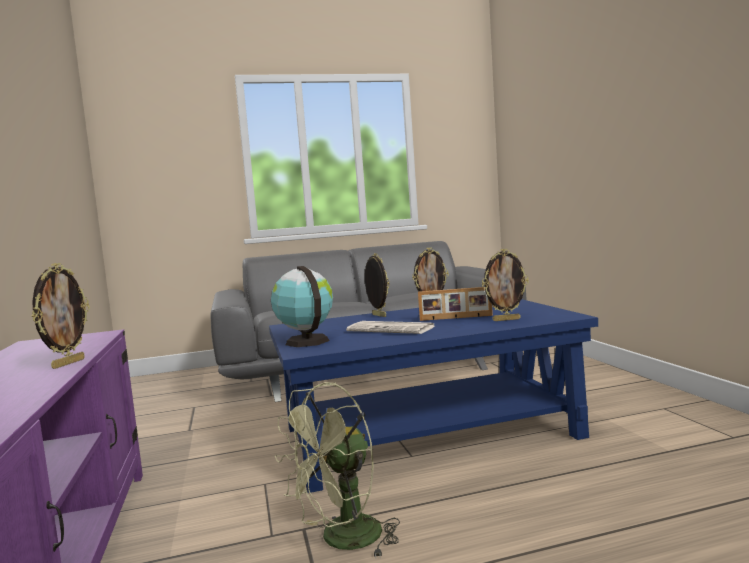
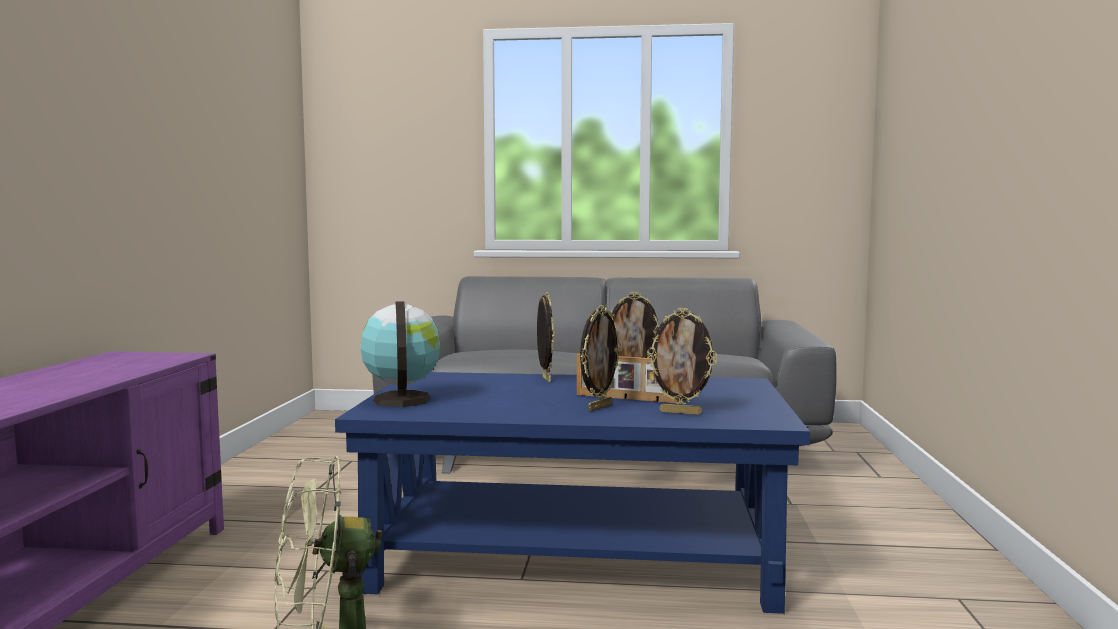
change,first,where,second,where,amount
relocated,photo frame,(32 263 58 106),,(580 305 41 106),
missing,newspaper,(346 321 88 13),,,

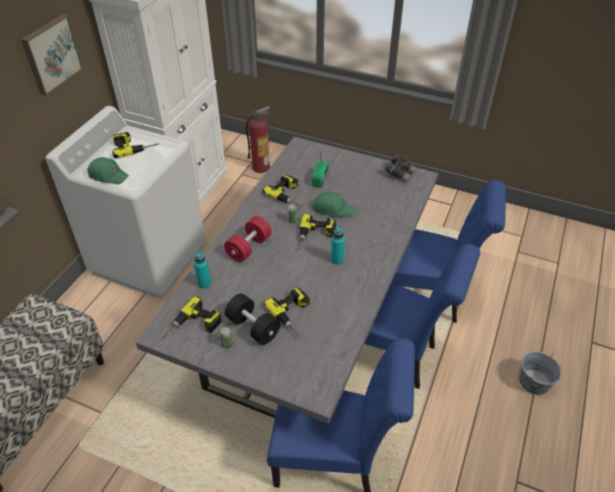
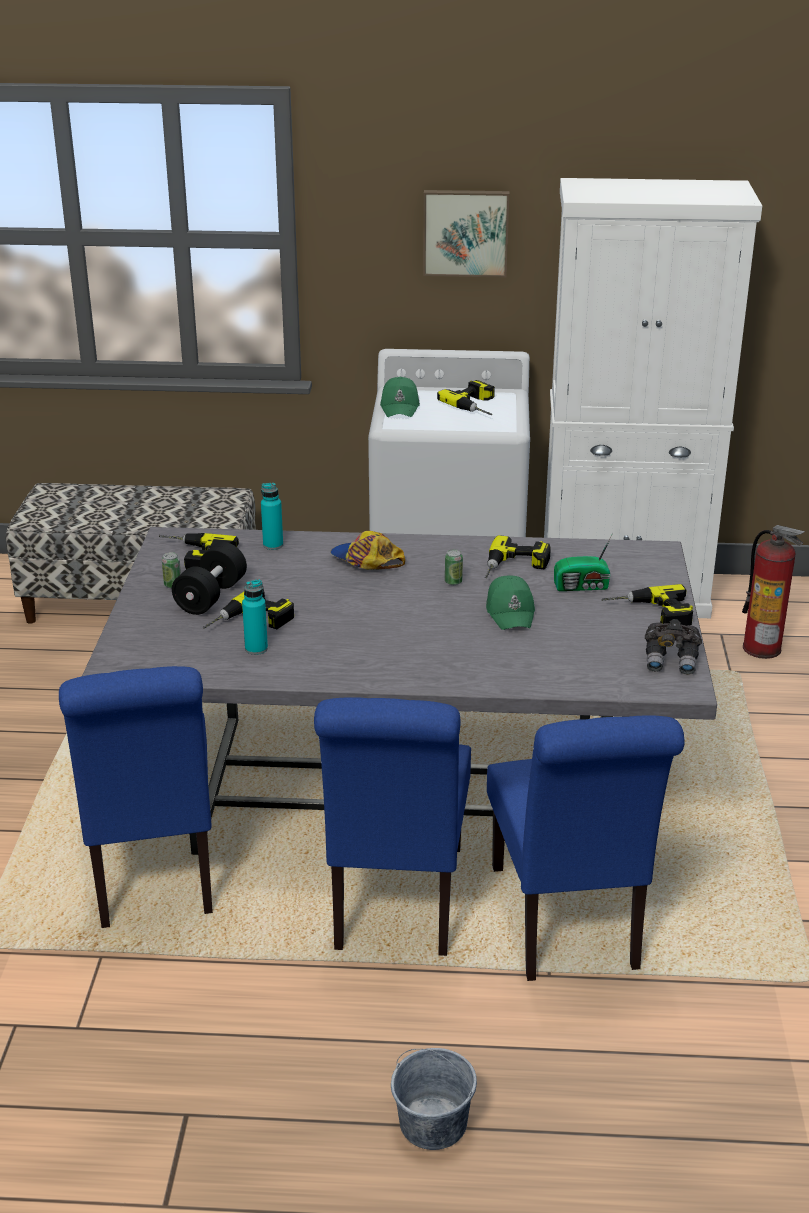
change,first,where,second,where,amount
exchanged,dumbbell/red,(224 216 48 46),cap,(330 531 75 39),
relocated,power drill,(299 214 37 36),,(601 584 92 42),
relocated,bottle/turquoise-coloured,(331 226 14 39),,(242 580 26 75),

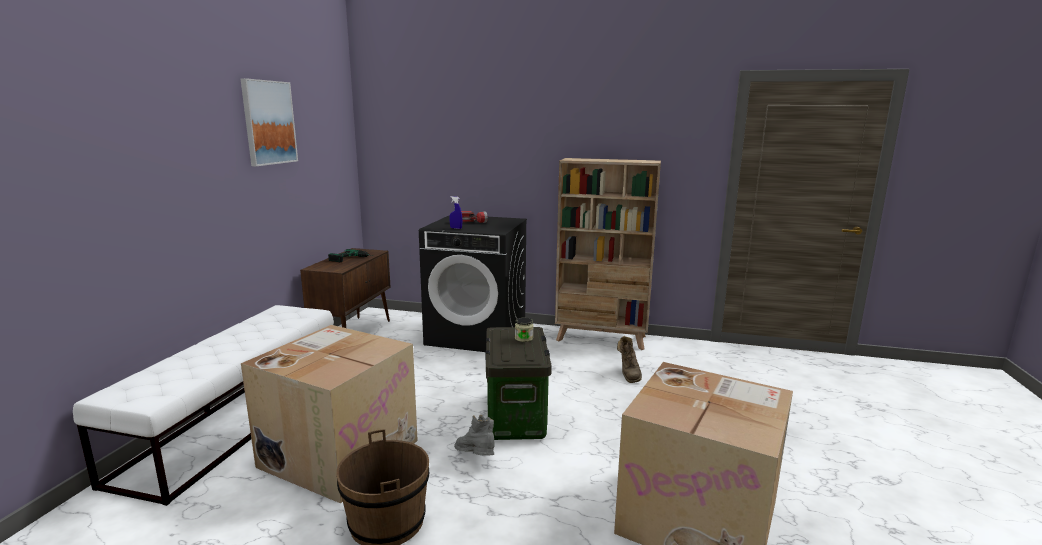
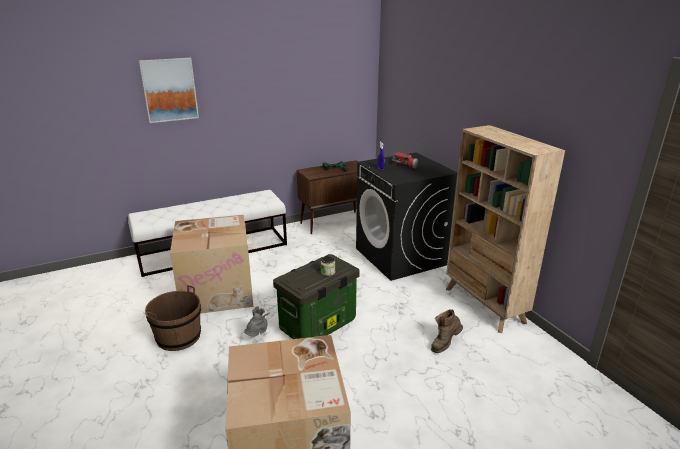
change,first,where,second,where,amount
relocated,wall picture,(240 78 58 88),,(139 58 60 65),

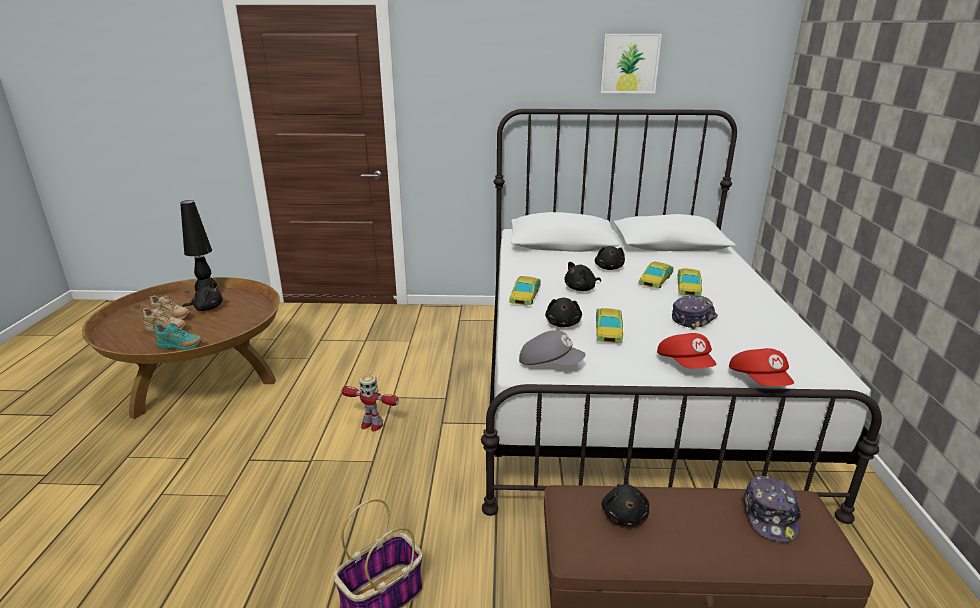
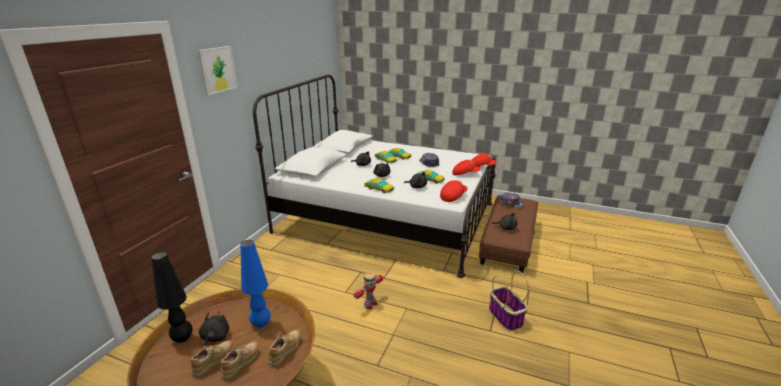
change,first,where,second,where,amount
colour,low shoe/turquoise-coloured,(153 323 49 27),low shoe/sand-coloured,(268 330 33 36),
colour,cap/gray,(519 330 67 36),cap/red,(440 180 27 22),
relocated,wall picture,(600 34 62 59),,(197 46 40 49),
appeared,,,lamp for a table/blue-coloured,(240 240 31 87),

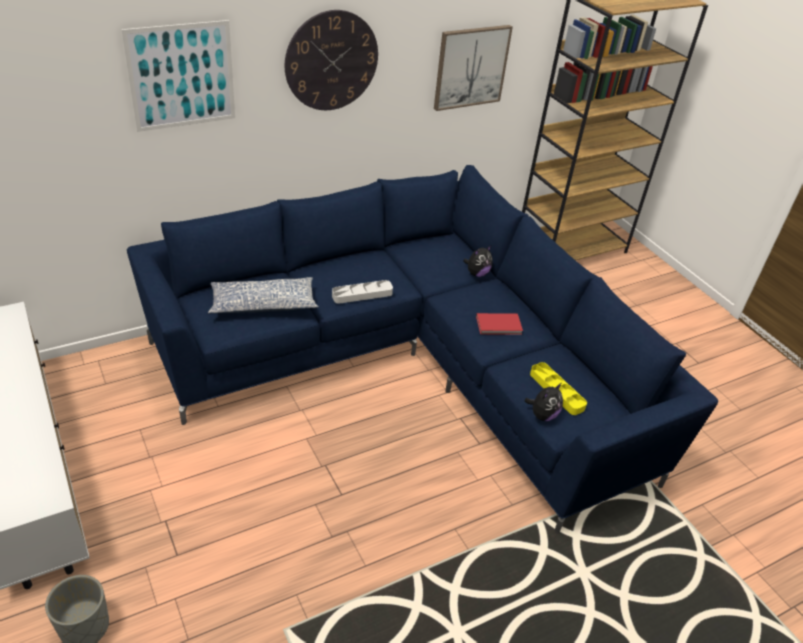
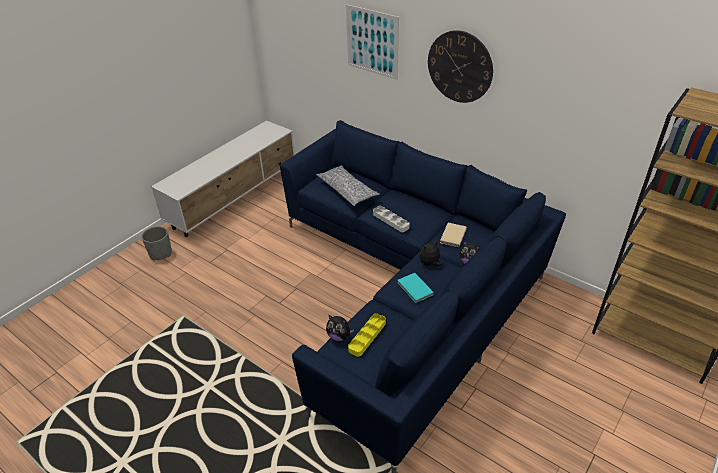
change,first,where,second,where,amount
missing,wall picture,(434 25 79 86),,,
colour,book/red,(476 313 47 22),book/turquoise-coloured,(398 273 36 30),
appeared,,,plush toy,(419 240 24 26),
appeared,,,book/sand-coloured,(440 223 27 24),

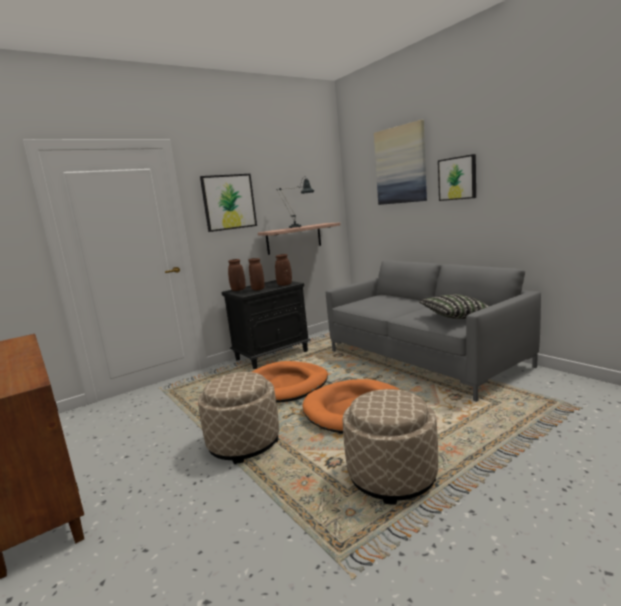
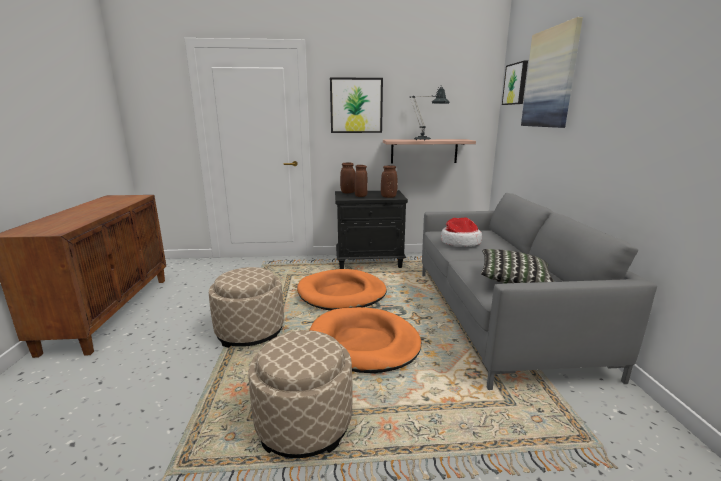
change,first,where,second,where,amount
relocated,wall picture,(438 154 38 47),,(502 61 26 44),
appeared,,,wearable hat,(441 218 41 29),

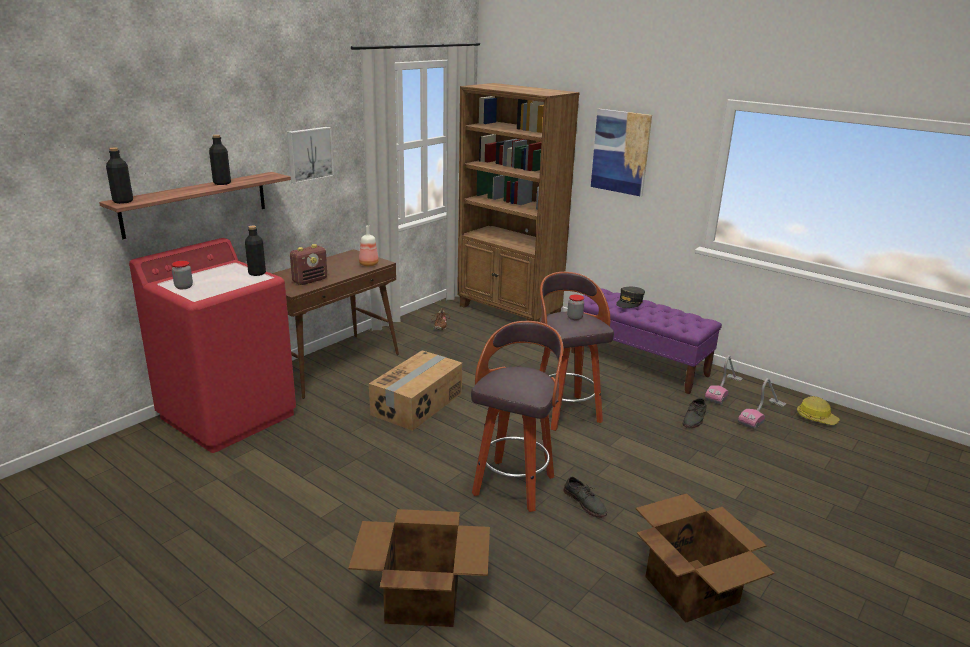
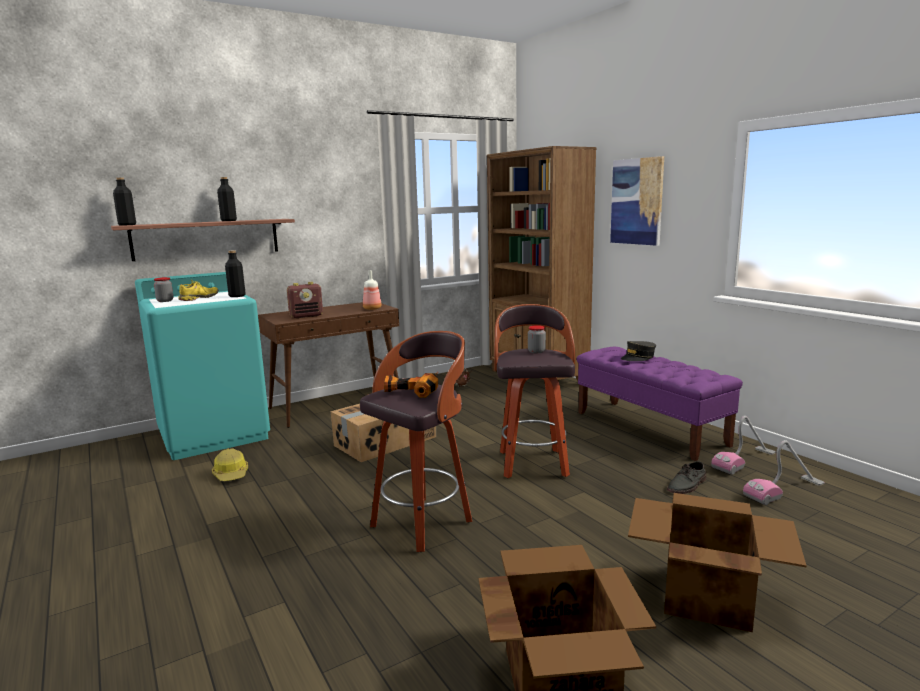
change,first,where,second,where,amount
colour,laundry machine/red,(129 238 167 215),laundry machine/turquoise-coloured,(135 272 135 188),
missing,wall picture,(287 127 47 57),,,
relocated,packing box,(349 509 141 118),,(628 493 179 139),
missing,low shoe/gray,(563 477 44 41),,,
relocated,safety helmet,(797 396 43 29),,(212 449 36 32),
appeared,,,low shoe/yellow-coloured,(178 280 41 21),
appeared,,,power drill,(384 372 54 26),

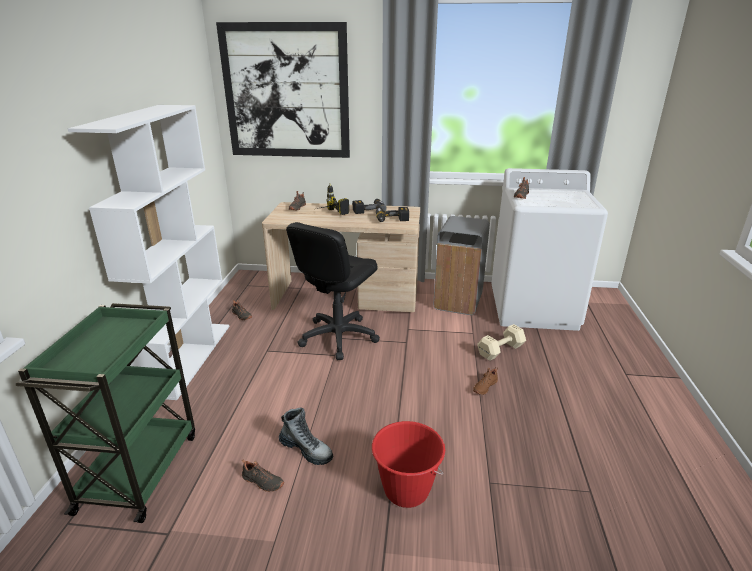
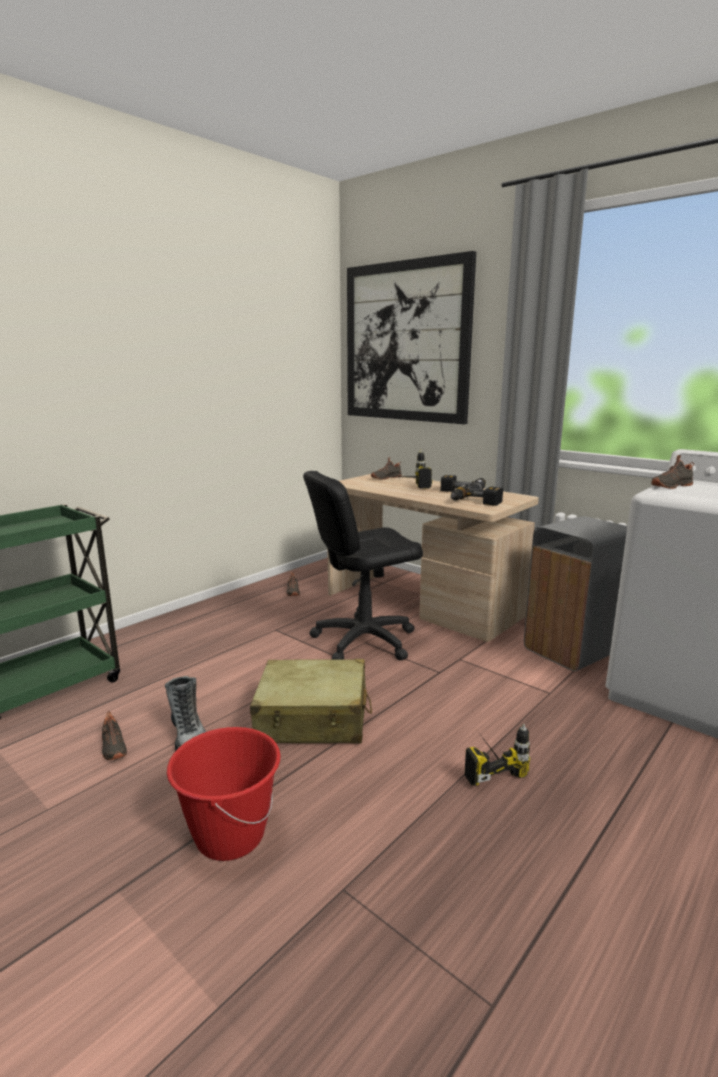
change,first,where,second,where,amount
missing,bookcase/whitish,(68 105 162 295),,,
exchanged,low shoe/brownish,(473 367 25 28),power drill,(465 724 65 62),
missing,dumbbell/sand-coloured,(477 324 49 37),,,
appeared,,,travel case/sand-coloured,(250 659 122 84),

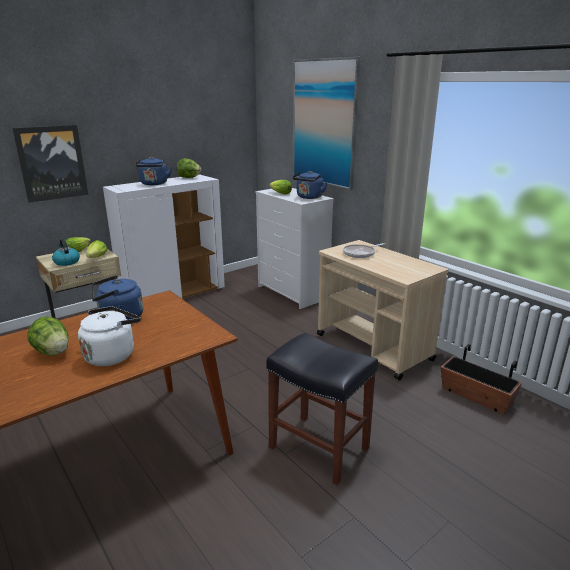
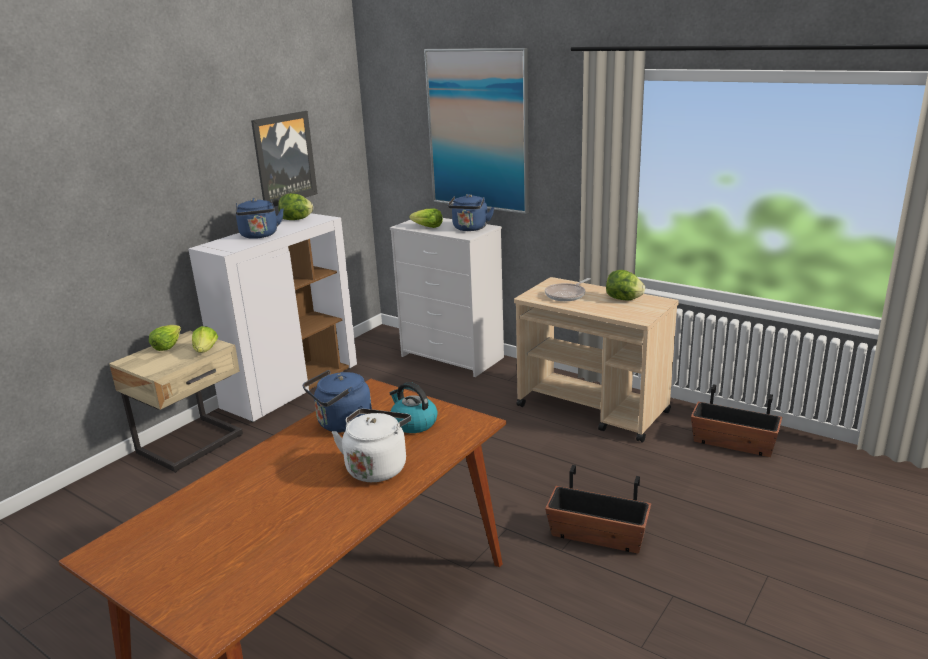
change,first,where,second,where,amount
relocated,wall picture,(13 125 75 78),,(251 111 66 96),
relocated,lettuce head,(27 317 42 39),,(606 270 39 30),
relocated,kettle,(52 239 28 27),,(390 382 48 51),
exchanged,sitting stool/black-coloured,(266 333 112 152),planter,(545 465 106 89),

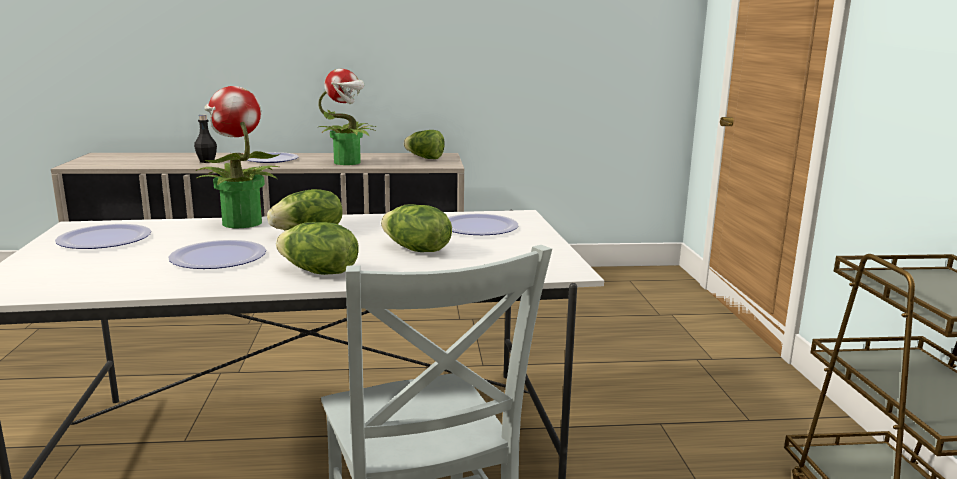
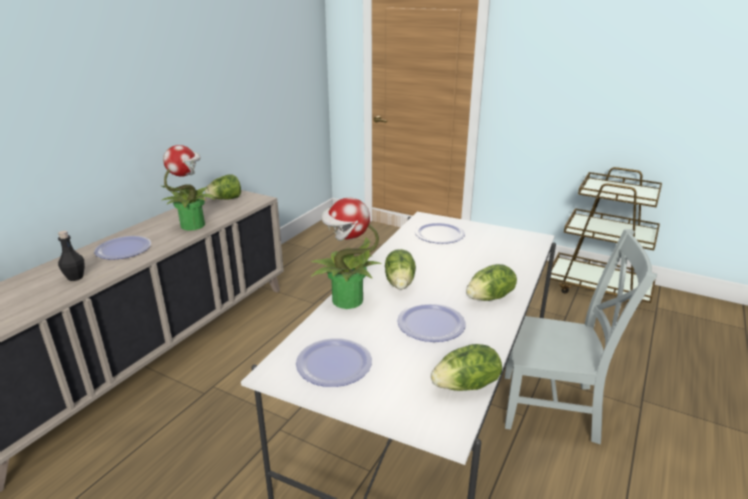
change,first,where,second,where,amount
relocated,lettuce head,(381 204 71 48),,(431 344 71 47),

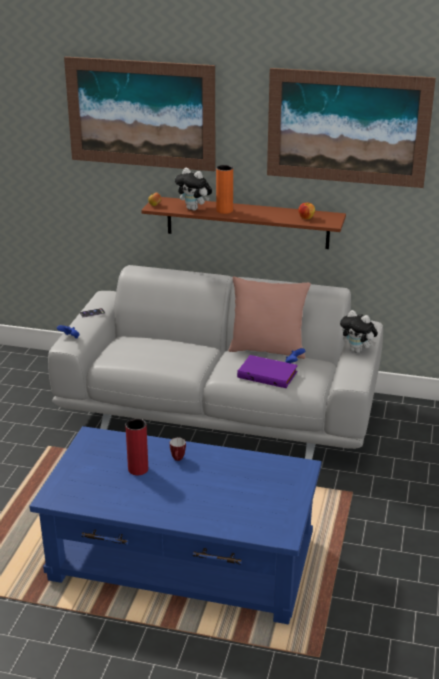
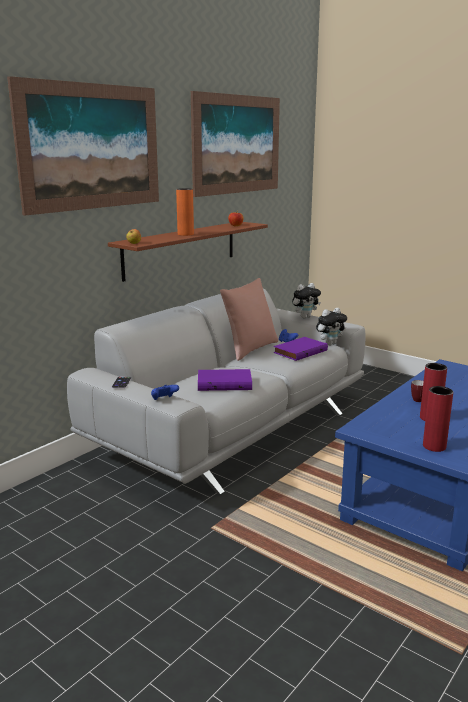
change,first,where,second,where,amount
relocated,plush toy,(175 168 37 43),,(316 308 31 37),
appeared,,,book/purplish,(198 369 54 22),
appeared,,,vase/red,(423 386 30 66),

